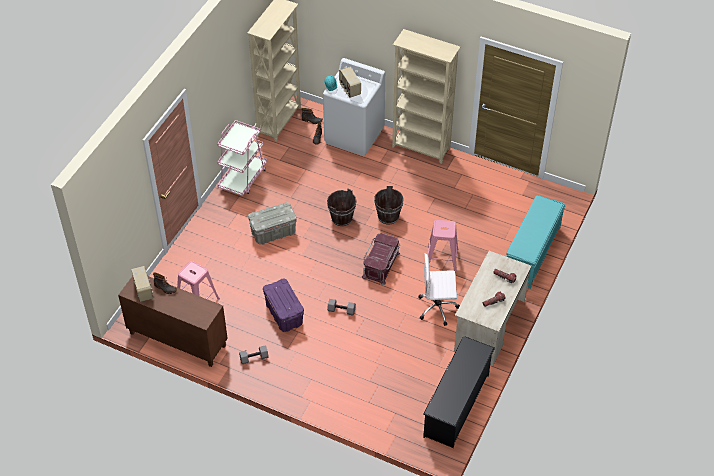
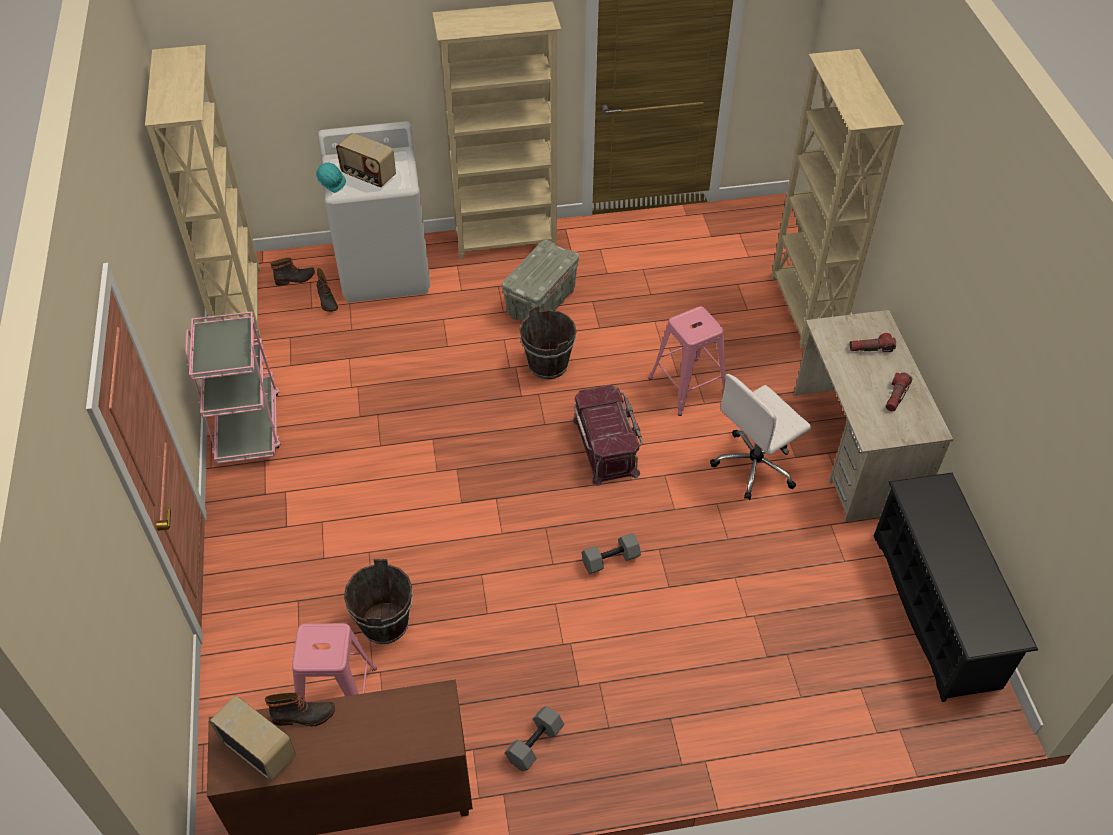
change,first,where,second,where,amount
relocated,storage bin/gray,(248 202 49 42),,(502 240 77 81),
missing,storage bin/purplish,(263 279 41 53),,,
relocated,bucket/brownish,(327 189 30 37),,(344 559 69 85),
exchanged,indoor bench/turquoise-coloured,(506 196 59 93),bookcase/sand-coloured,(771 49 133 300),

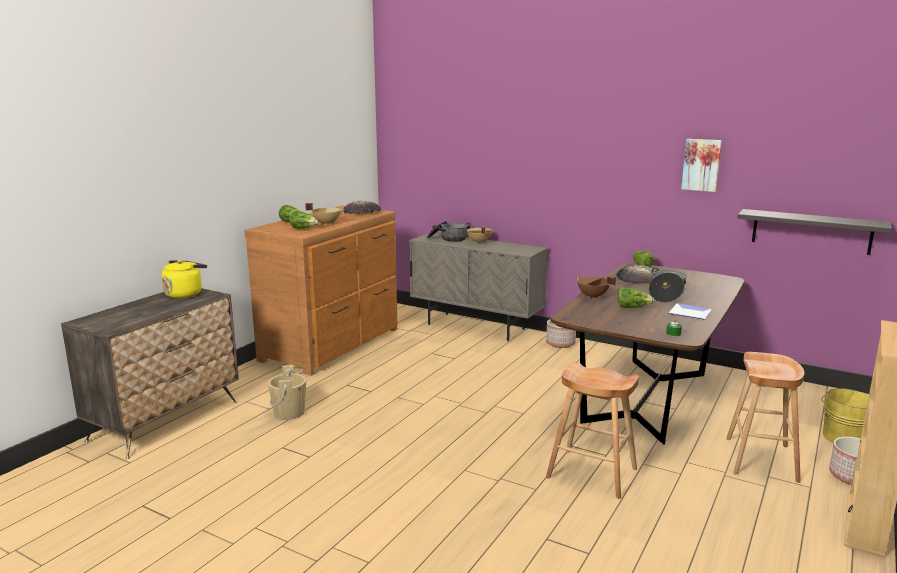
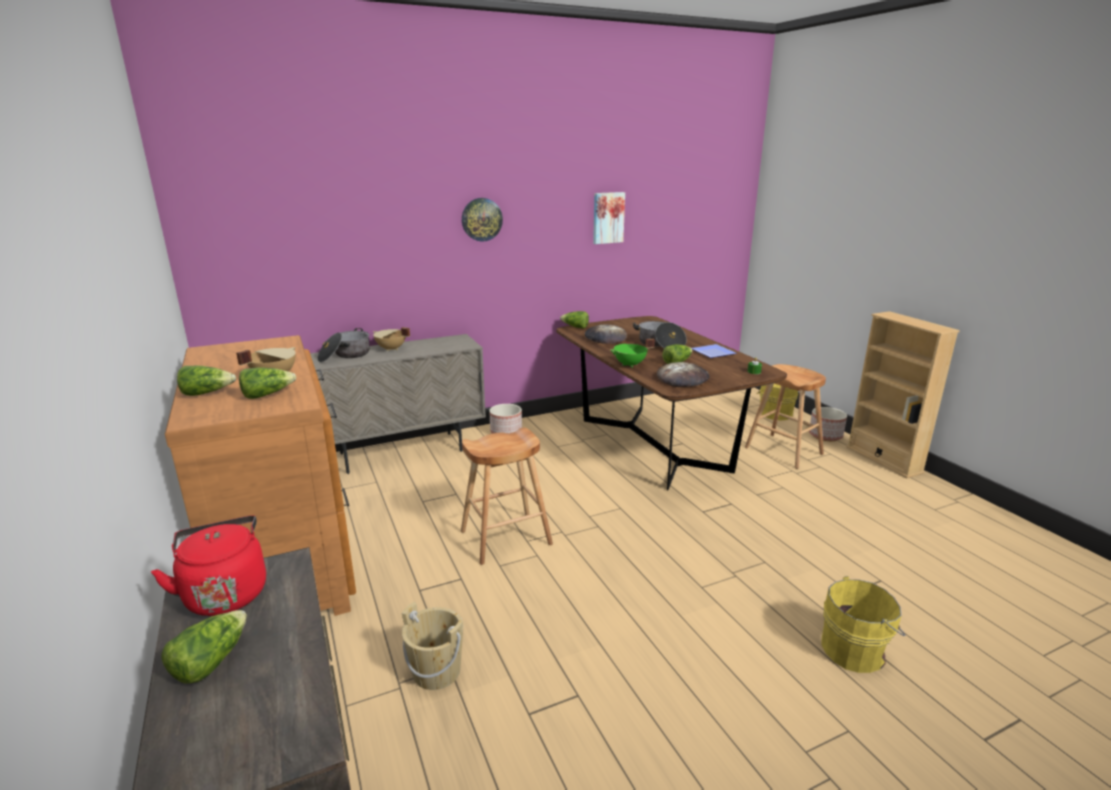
change,first,where,second,where,amount
colour,kettle/yellow-coloured,(162 260 45 38),kettle/red,(151 515 115 101),
relocated,bakery bread,(344 200 37 14),,(657 362 53 25),
relocated,sitting stool/brownish,(546 362 93 137),,(461 428 92 137),
colour,cooking pot/brownish,(576 276 40 22),cooking pot/greenish,(610 339 45 29),
missing,shelf,(737 209 155 46),,,
appeared,,,lettuce head,(161 610 86 74),
appeared,,,hanging clock,(462 198 41 44),
appeared,,,bucket/yellow-coloured,(821 576 85 97),

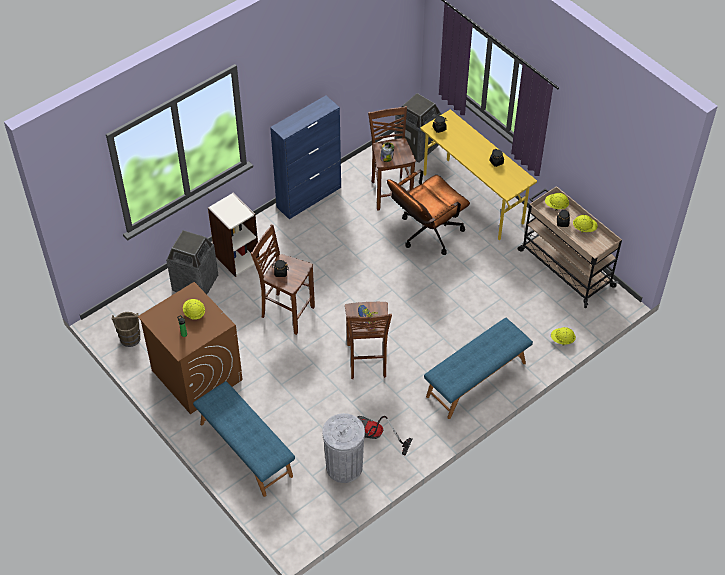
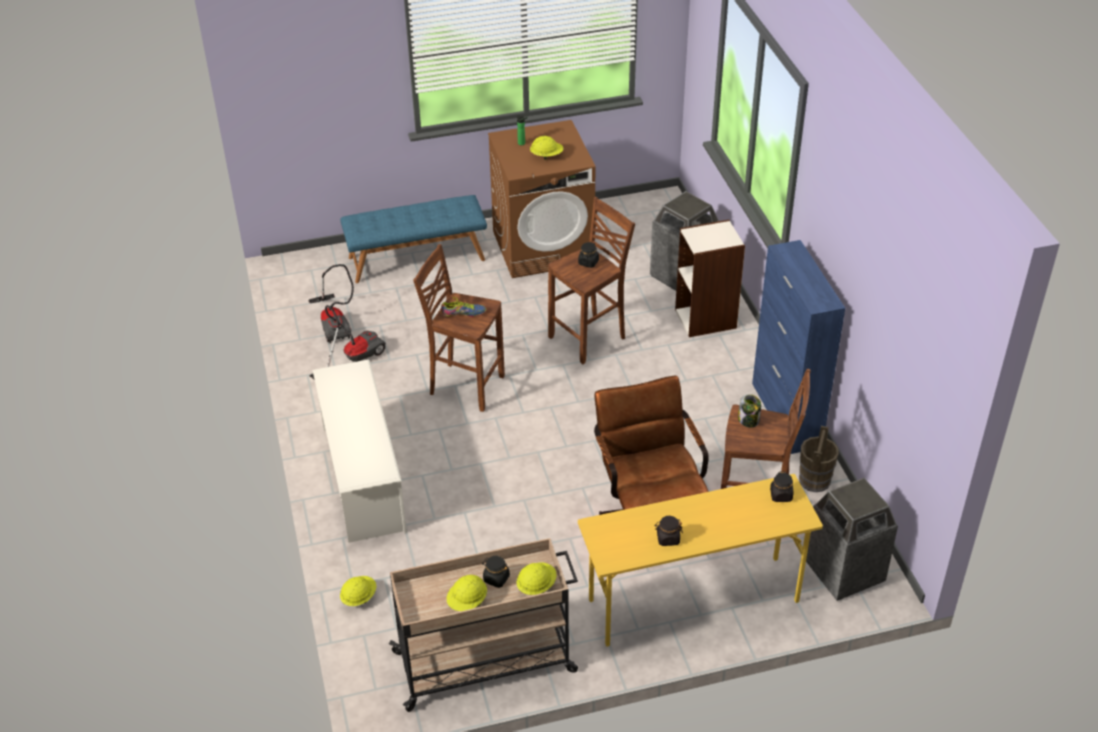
change,first,where,second,where,amount
relocated,bucket/brownish,(111 312 30 35),,(799 426 40 66),
exchanged,rubbish bin/gray,(322 413 43 70),vacuum,(308 264 46 79),
exchanged,indoor bench/blue-coloured,(424 318 109 101),shoe stand/whitish,(313 360 94 183),

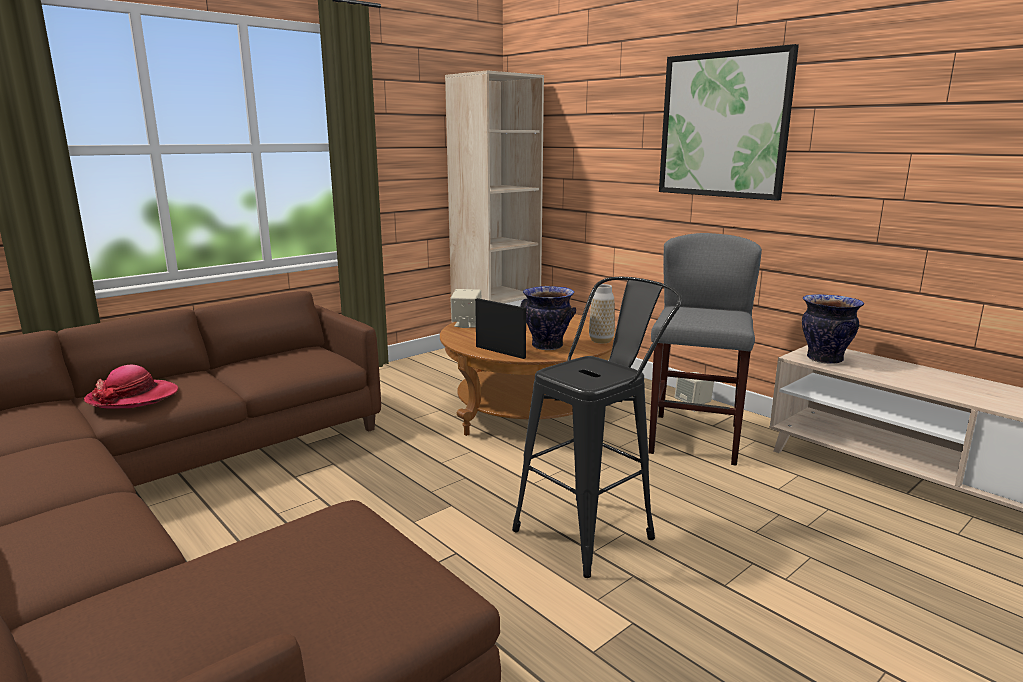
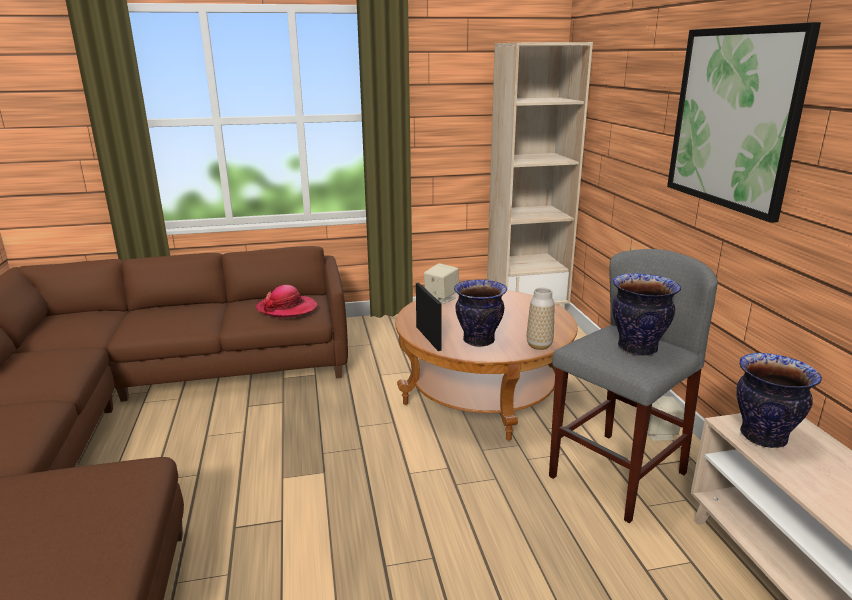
change,first,where,second,where,amount
relocated,wearable hat,(84 365 94 43),,(256 285 61 33),
missing,sitting stool/black-coloured,(512 277 170 301),,,
appeared,,,vase,(612 273 69 82),

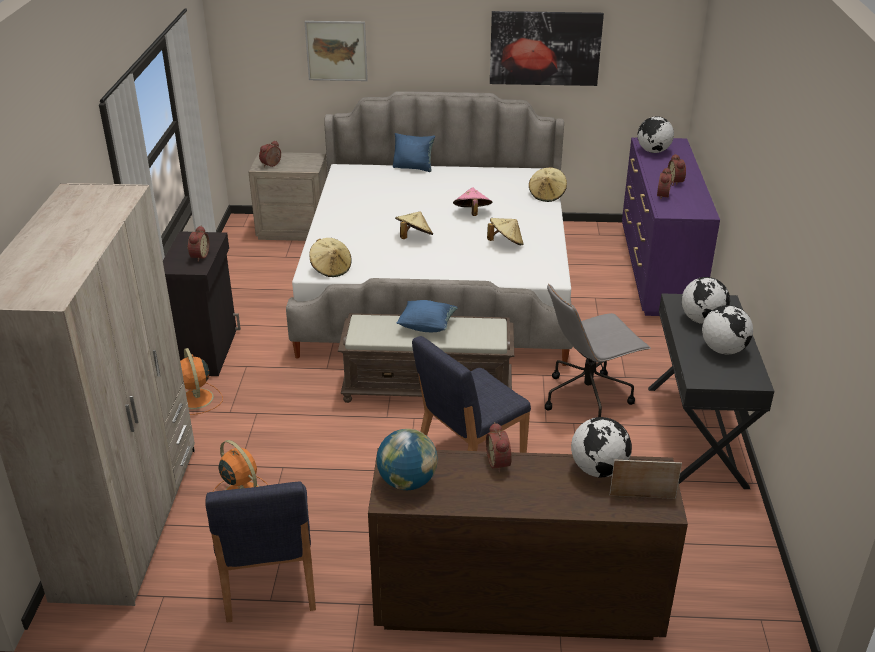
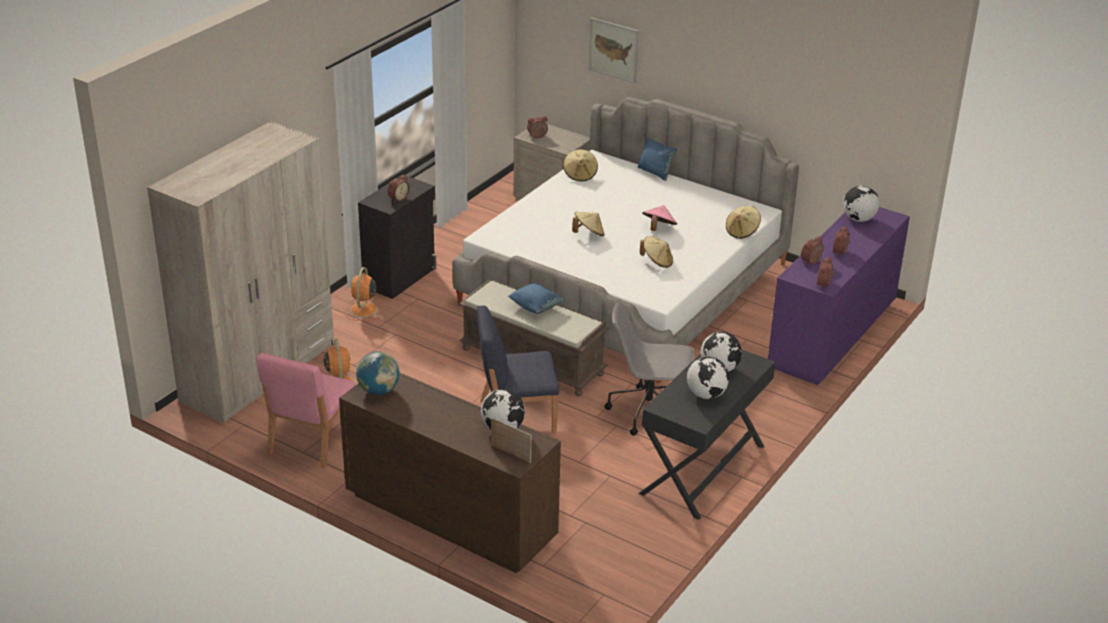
change,first,where,second,where,amount
colour,upright chair/blue-coloured,(205 482 111 141),upright chair/pinkish,(256 353 99 116),
relocated,wearable hat/sand-coloured,(309 238 43 39),,(563 149 35 32),
relocated,bedside clock,(486 422 26 51),,(817 257 18 32),
missing,wall picture,(490 11 114 75),,,

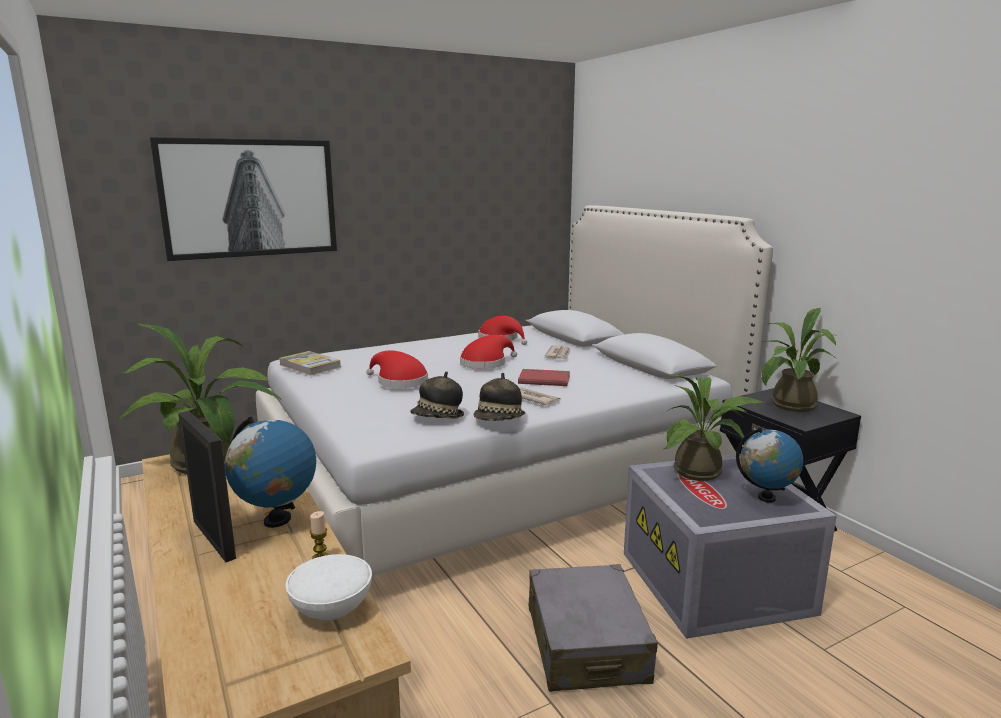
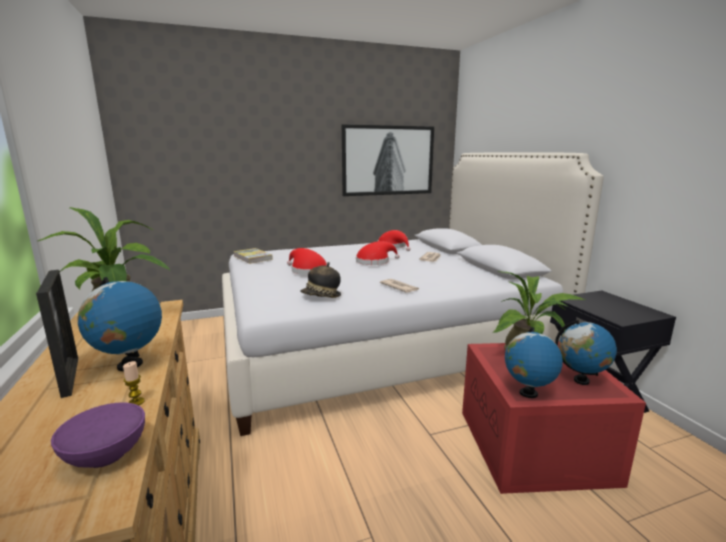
change,first,where,second,where,amount
relocated,wall picture,(150 137 187 124),,(342 124 92 72),
colour,serving bowl/whitish,(285 554 87 67),serving bowl/purplish,(51 402 94 66),
missing,wearable hat,(474 373 51 48),,,
missing,book/red,(518 369 52 17),,,
missing,travel case/gray,(529 564 129 128),,,
colour,storage bin/gray,(624 454 213 185),storage bin/red,(462 342 184 152),
missing,potted plant,(762 308 76 104),,,
appeared,,,globe,(505 327 58 71),

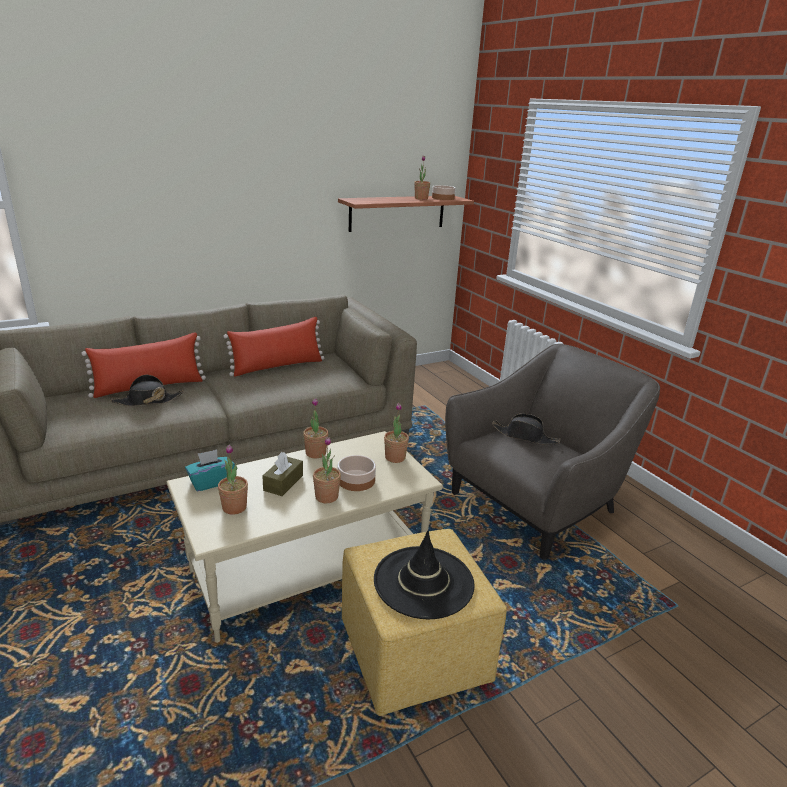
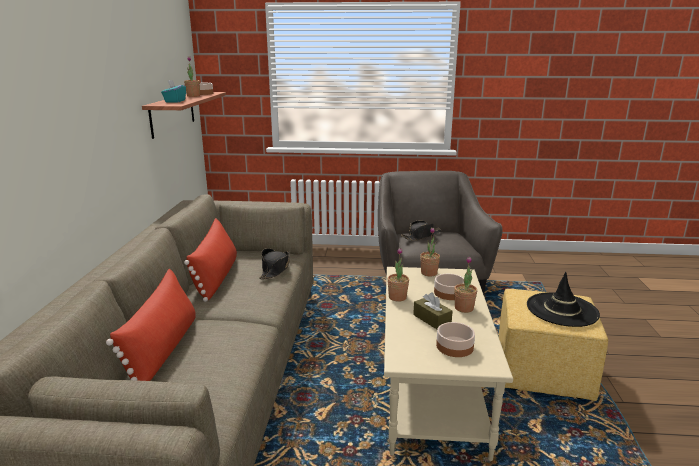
change,first,where,second,where,amount
relocated,wearable hat/black-coloured,(111 375 73 31),,(259 248 31 31),
relocated,tissue holder/turquoise-coloured,(185 449 50 42),,(161 80 25 22),
exchanged,potted plant,(218 444 30 71),serving bowl,(436 322 39 35),

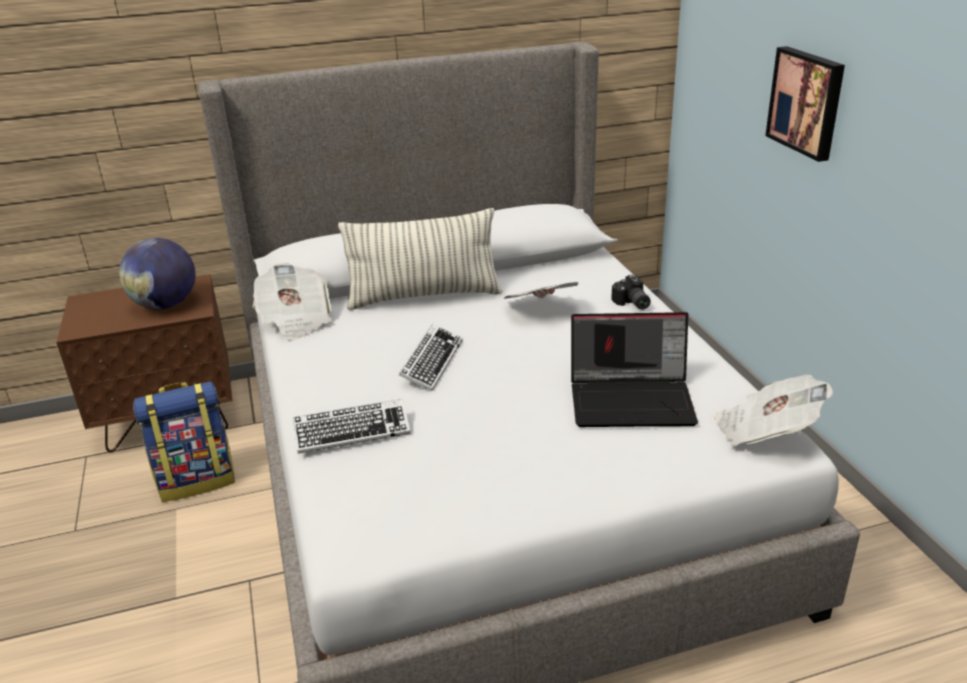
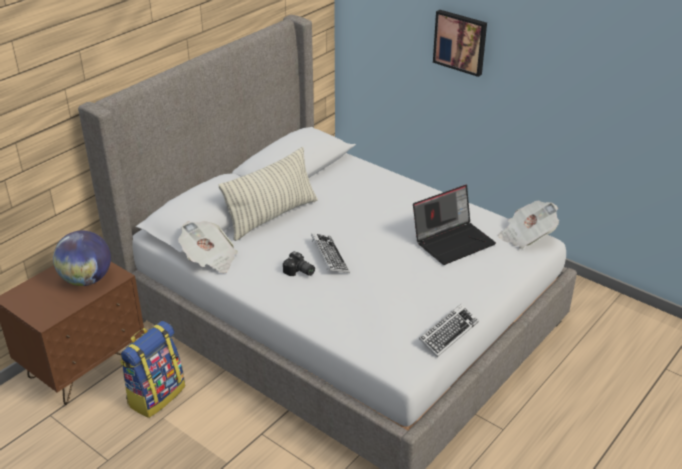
change,first,where,second,where,amount
relocated,computer keyboard,(293 399 117 54),,(419 303 60 54),
missing,newspaper,(504 282 75 17),,,
relocated,photo camera,(611 274 40 36),,(283 251 32 25),

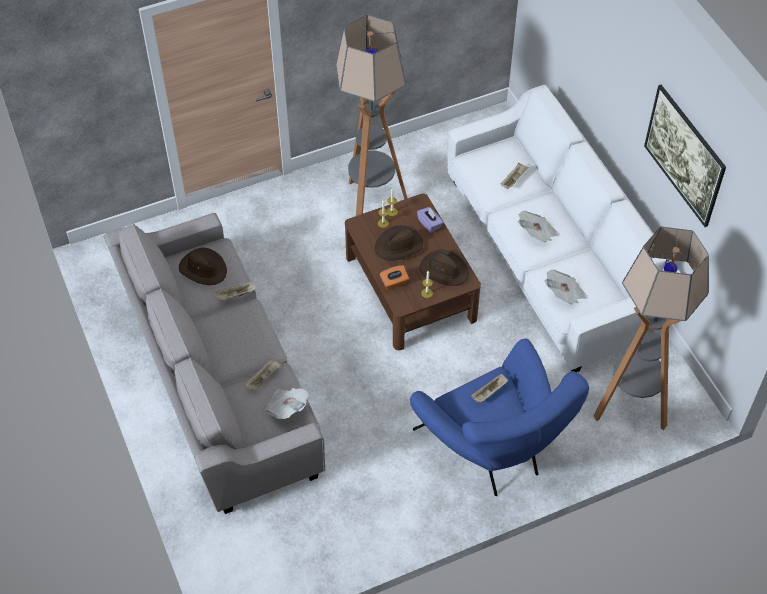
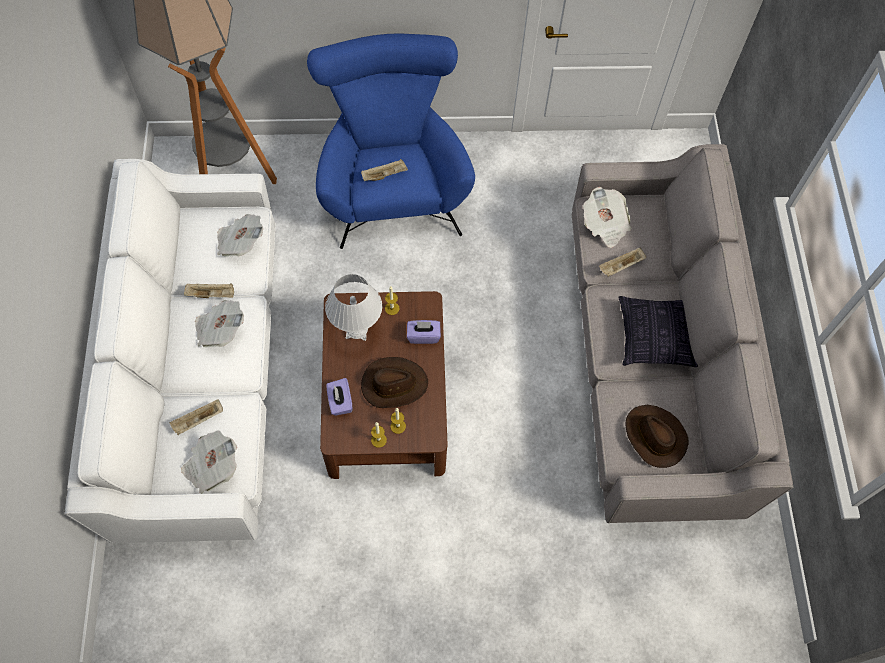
change,first,where,second,where,amount
relocated,tray/sand-coloured,(215 281 41 20),,(184 283 50 15),
missing,standard lamp,(336 15 71 201),,,
colour,tissue holder/orange,(380 265 29 25),tissue holder/purplish,(407 320 34 24),
exchanged,wearable hat/brownish,(419 249 50 37),lamp for a table/whitish,(325 274 57 67),
missing,wall picture,(644 85 82 142),,,
appeared,,,newspaper,(181 430 56 64),
appeared,,,cushion,(618 296 80 71),

